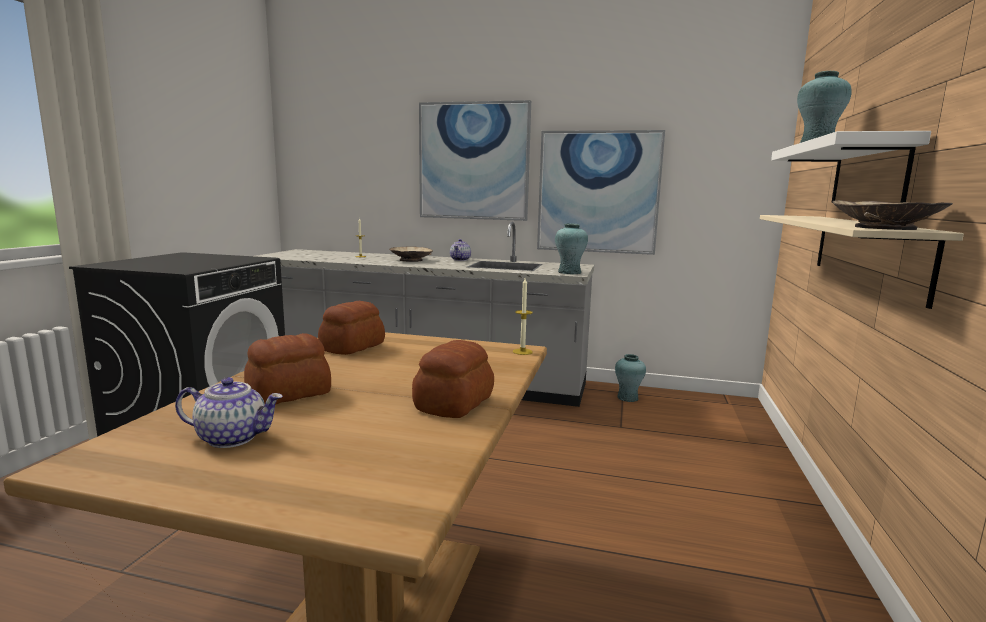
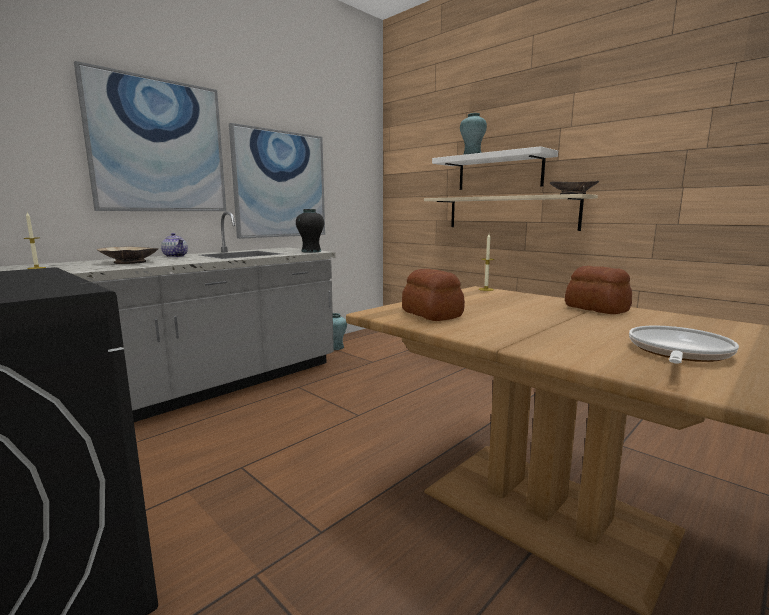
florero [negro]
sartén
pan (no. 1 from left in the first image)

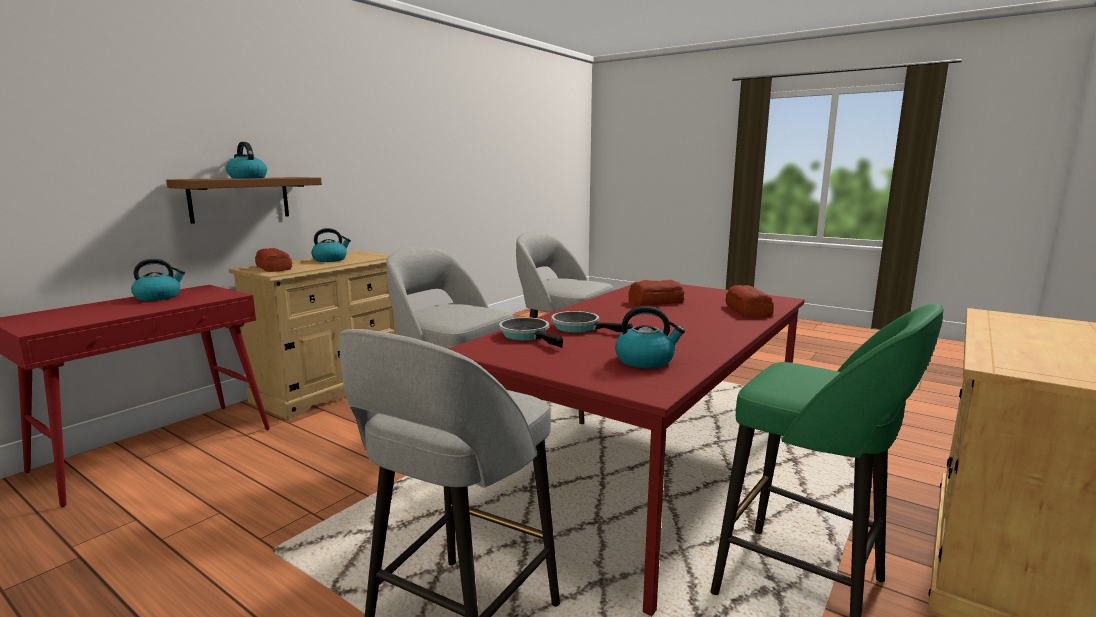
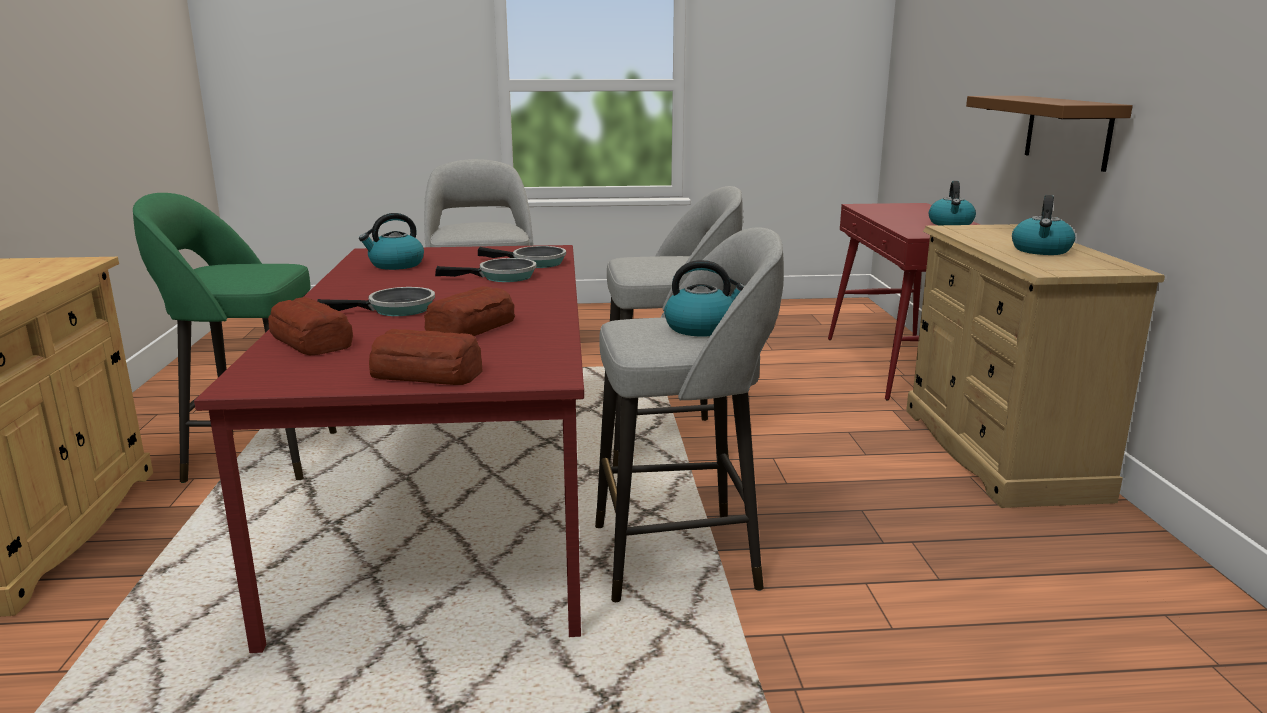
sartén (no. 1 from left)
pan (no. 2 from left)
hervidor (no. 2 from left)

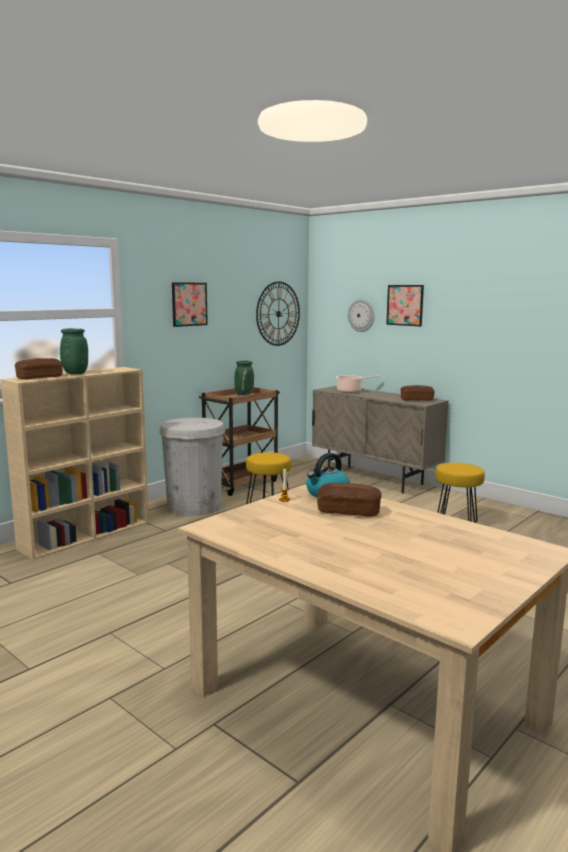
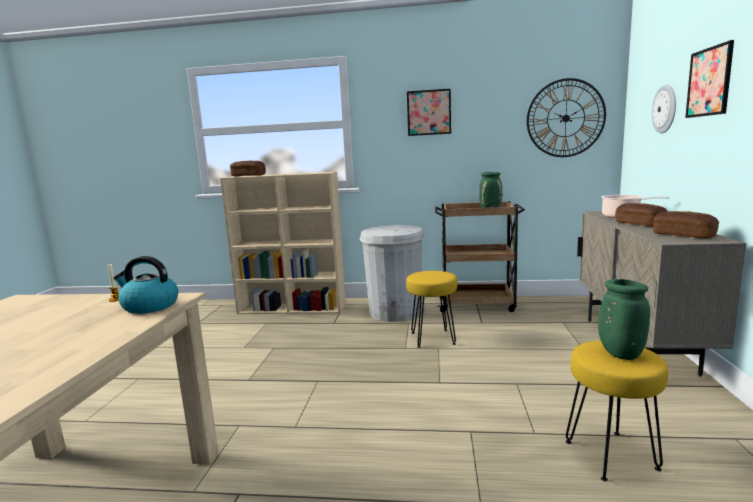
florero [verde] (no. 2 from left)
pan (no. 2 from left)

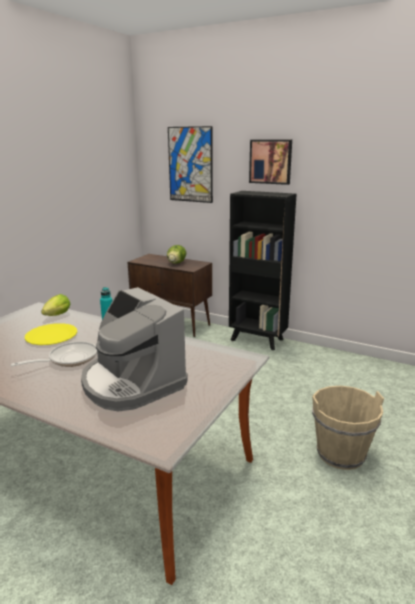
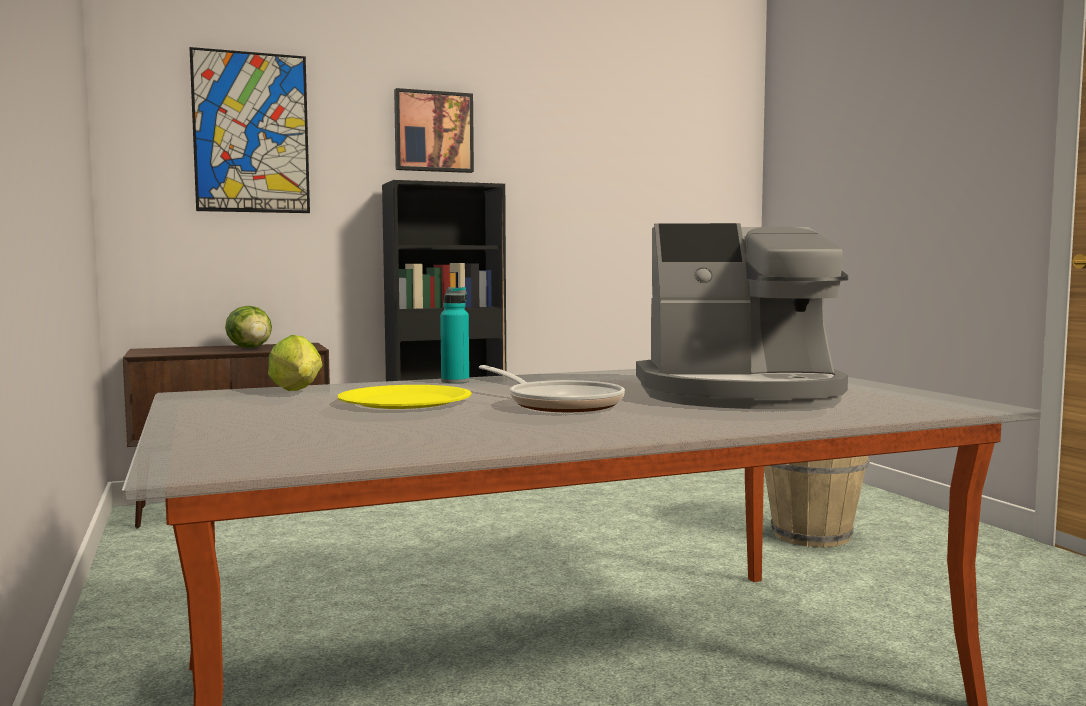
sartén

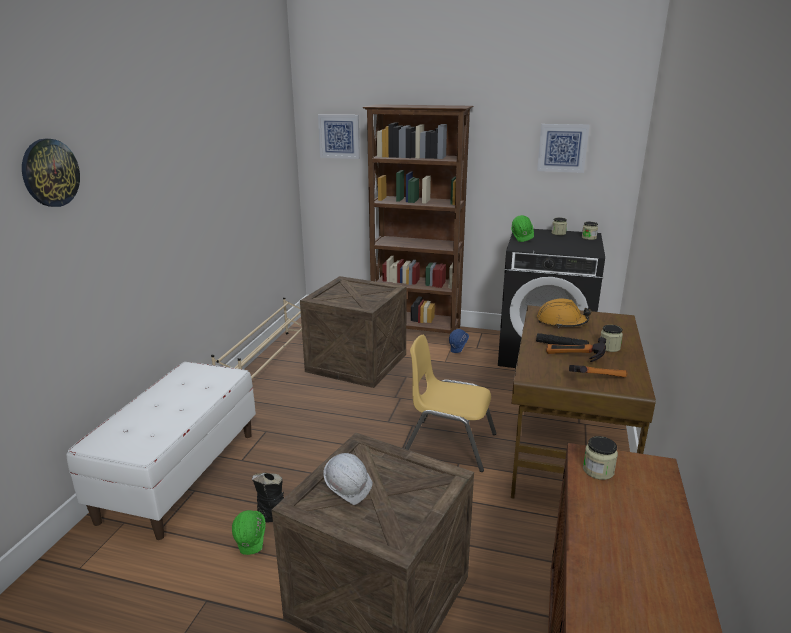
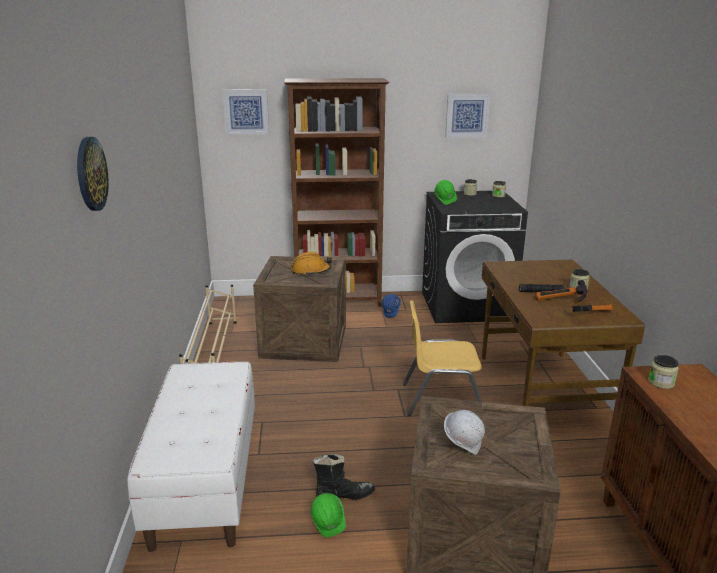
casco [naranja]

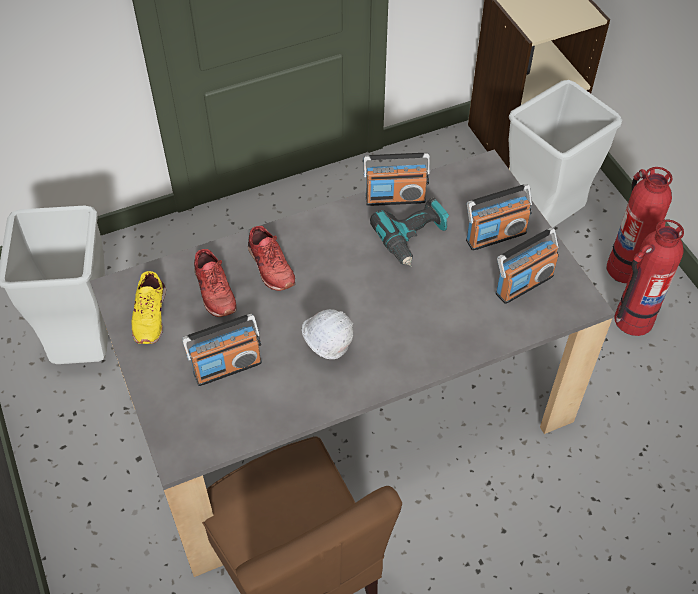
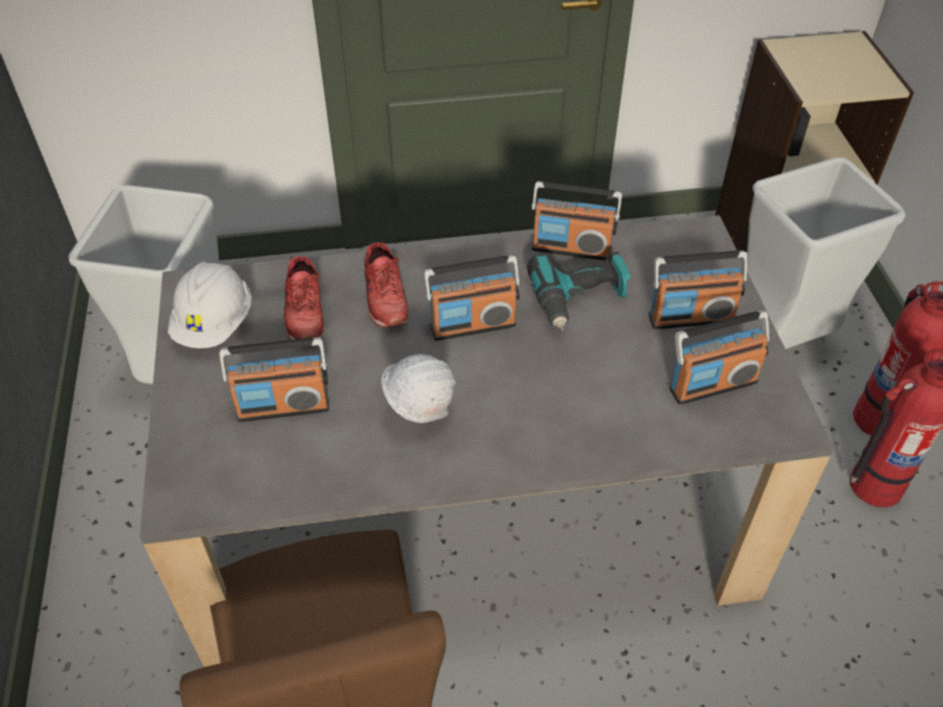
casco [blanco] (no. 1 from left)
radio (no. 2 from left)

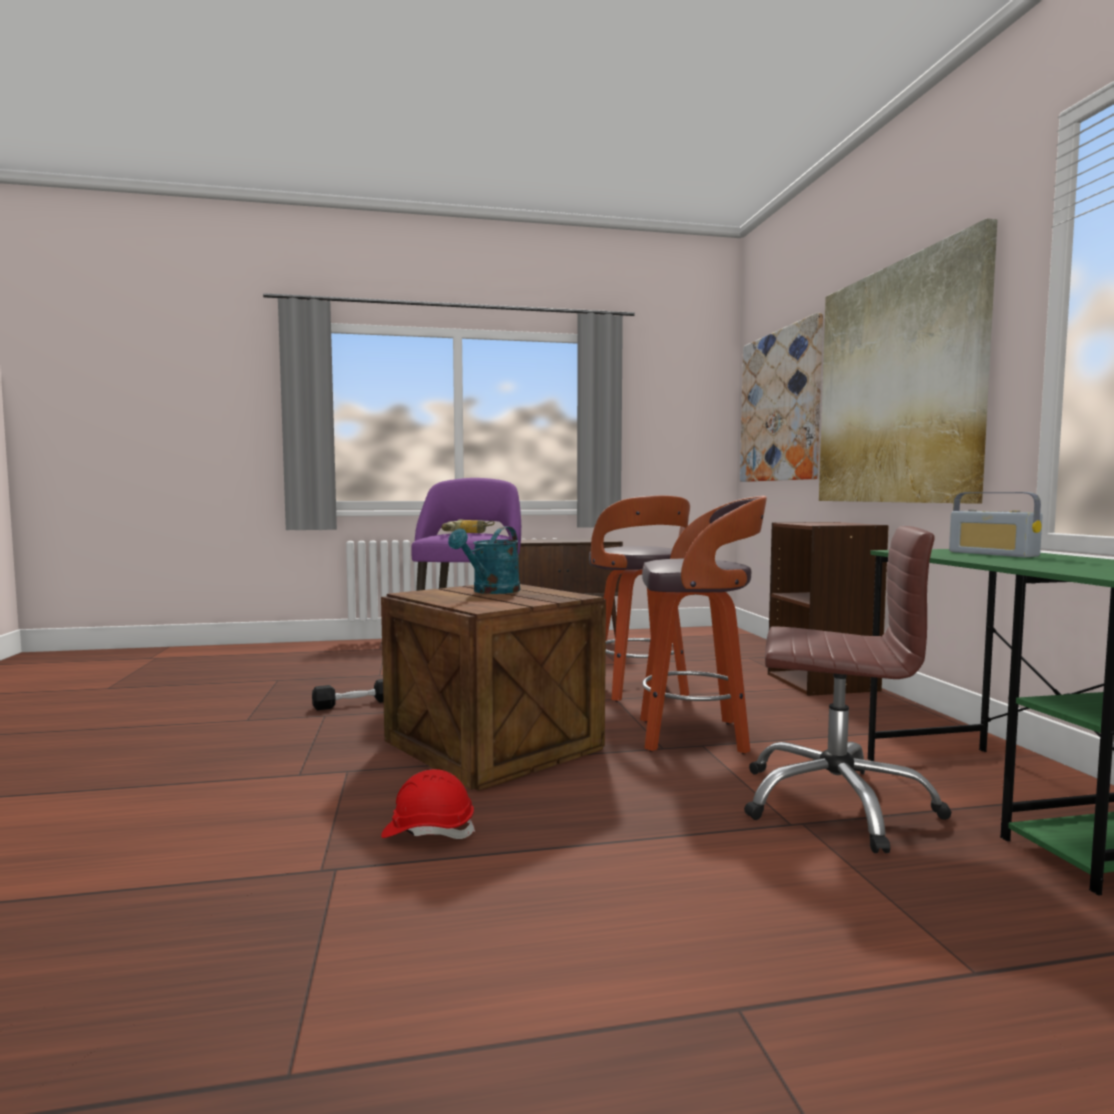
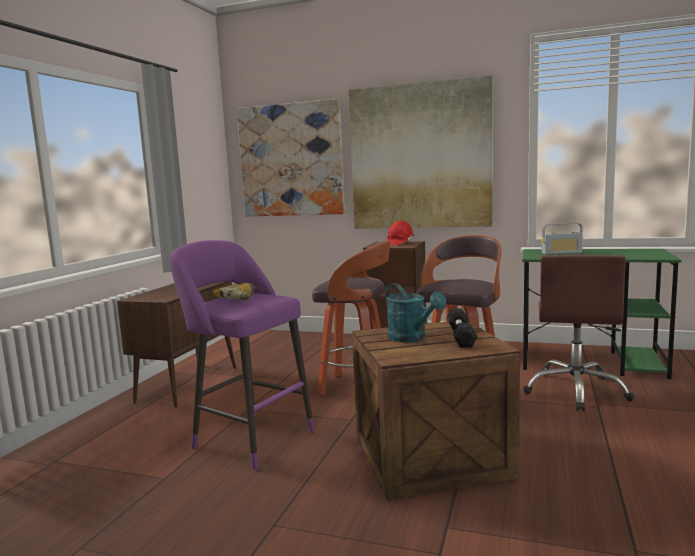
casco [rojo]
mancuerna [negro]
silla de oficina [marrón]

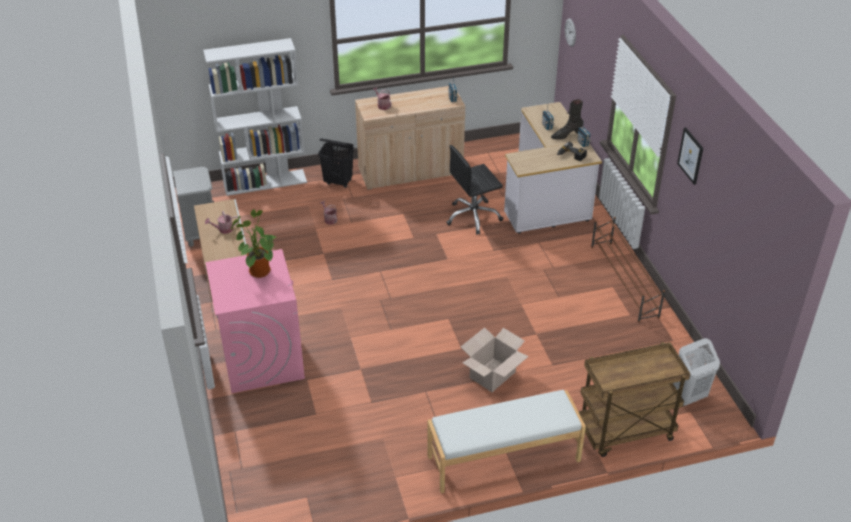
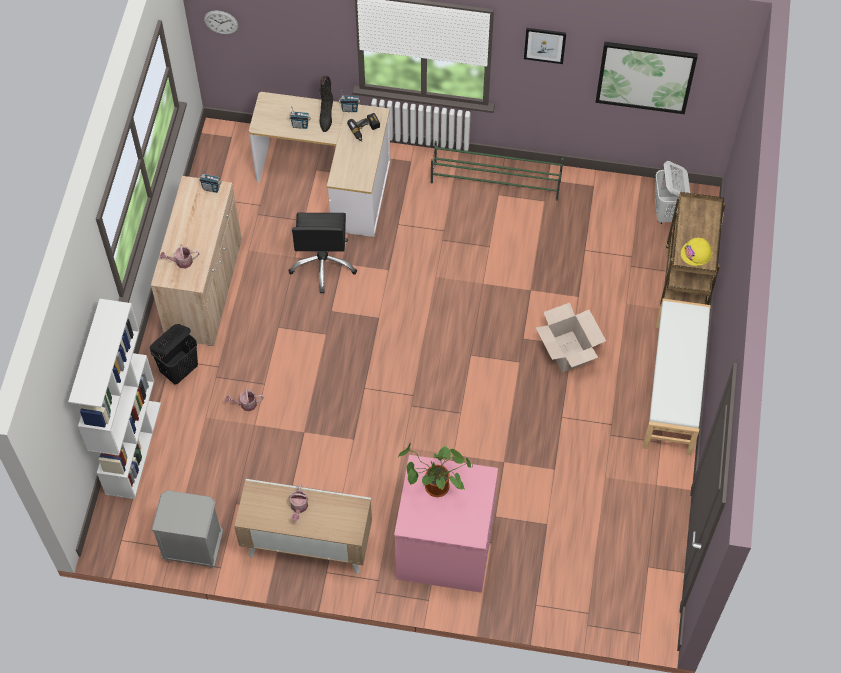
zapatero [verde]
cuadro (no. 2 from left)
casco [amarillo]

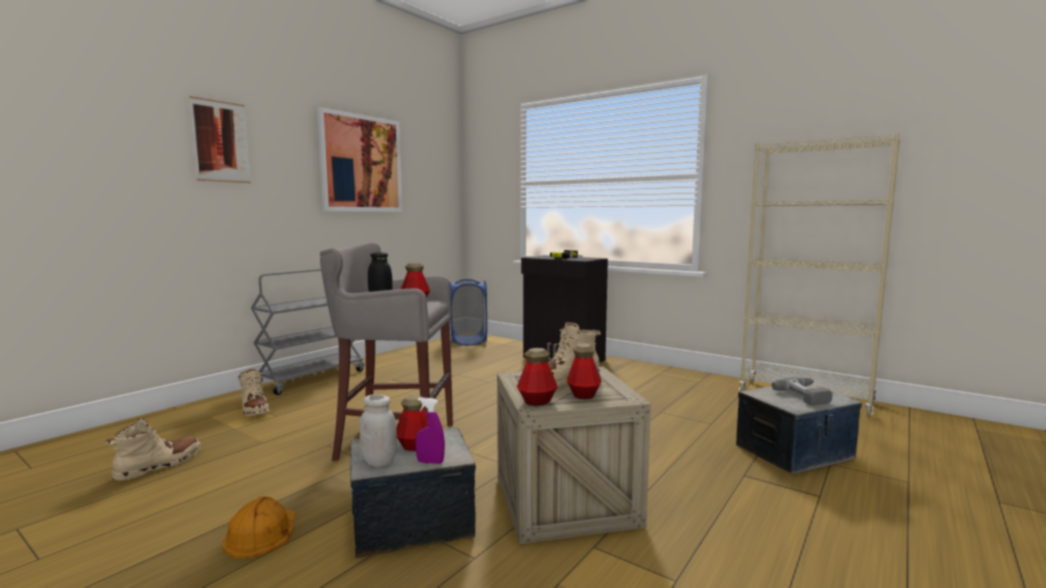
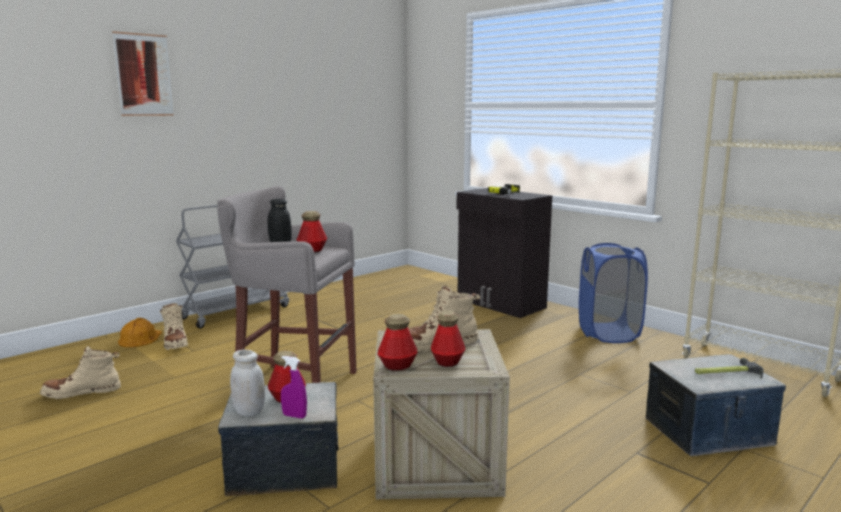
bota [beis] (no. 1 from left)
casco [naranja]
cesto de la ropa [azul]
martillo
cuadro (no. 2 from left in the first image)

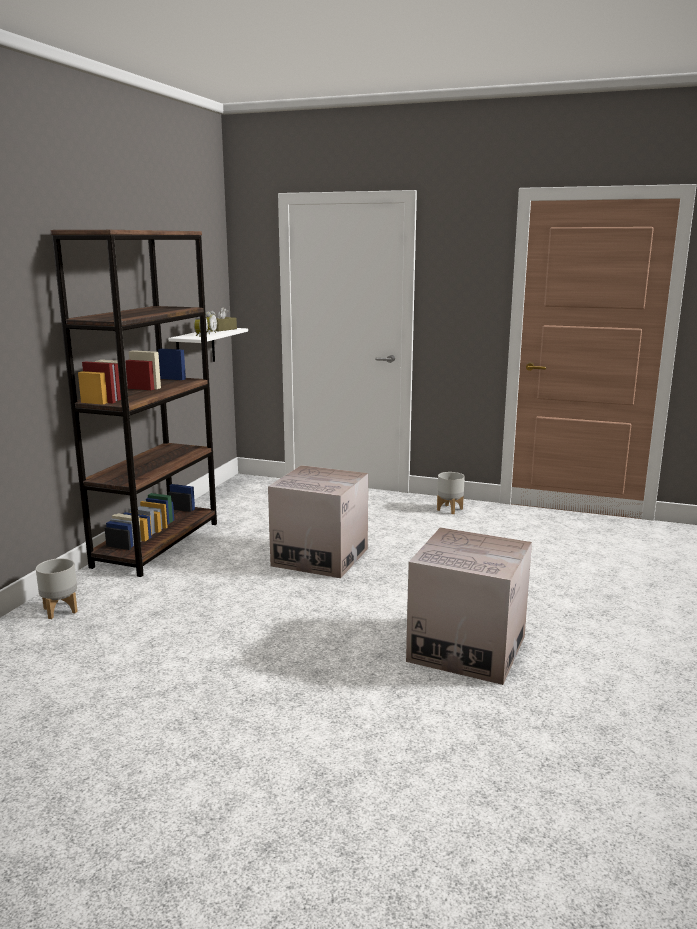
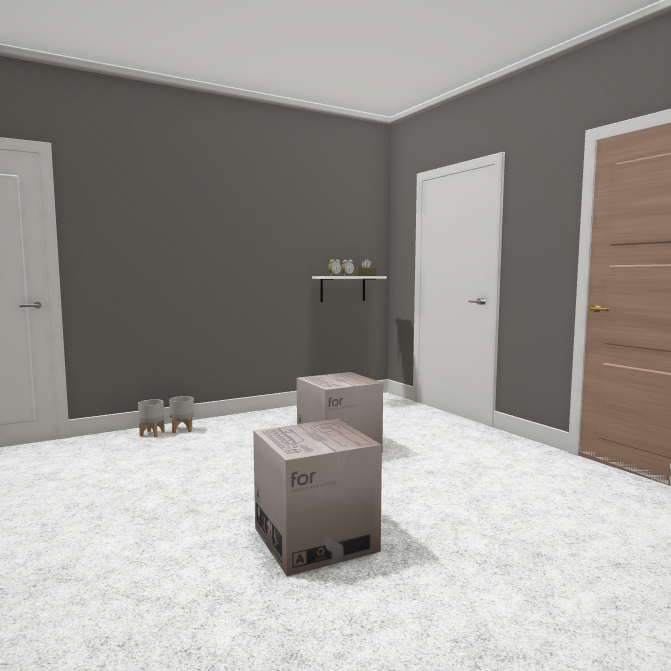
maceta [gris] (no. 2 from left)
estantería [marrón]

